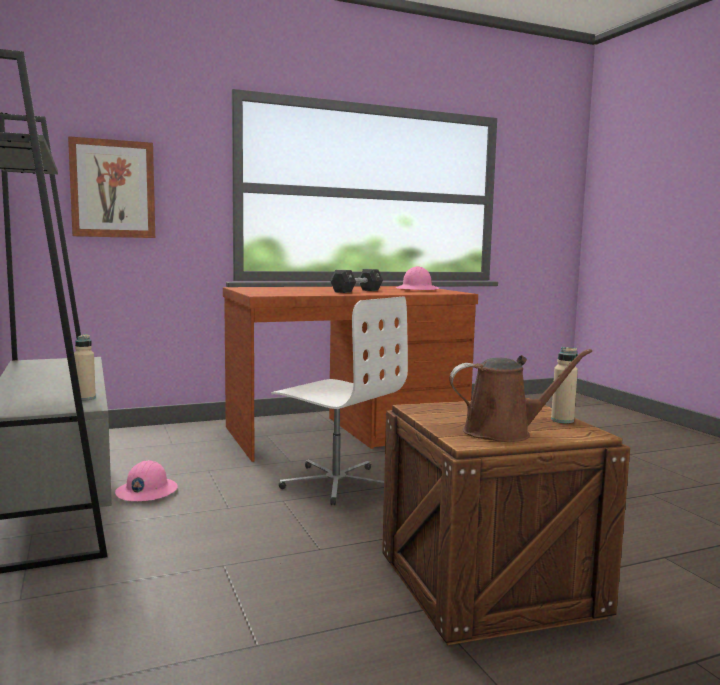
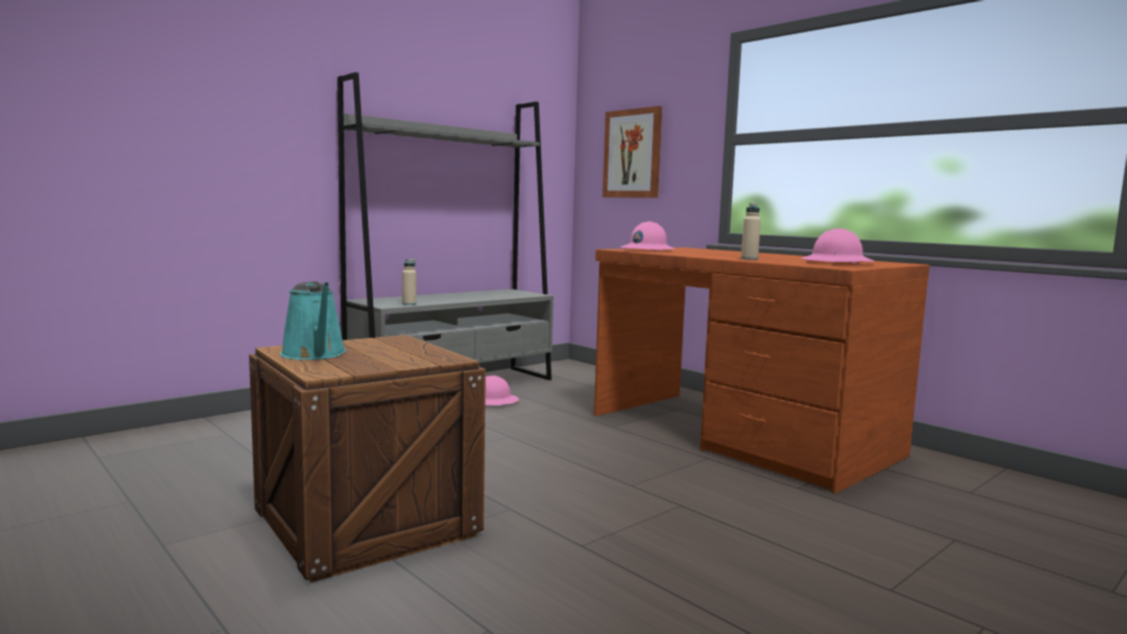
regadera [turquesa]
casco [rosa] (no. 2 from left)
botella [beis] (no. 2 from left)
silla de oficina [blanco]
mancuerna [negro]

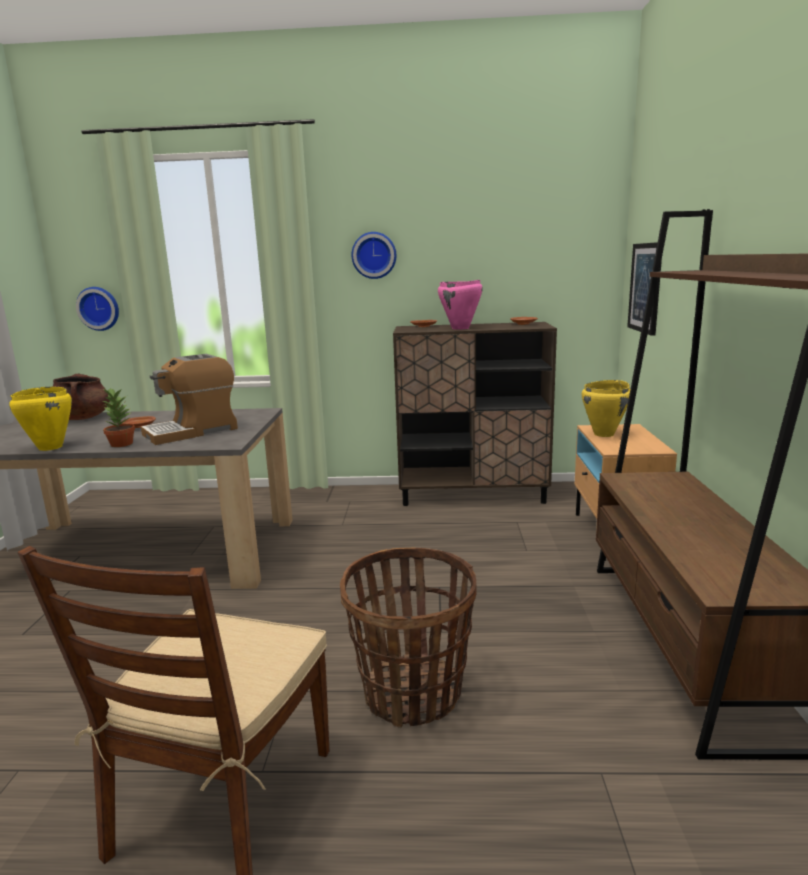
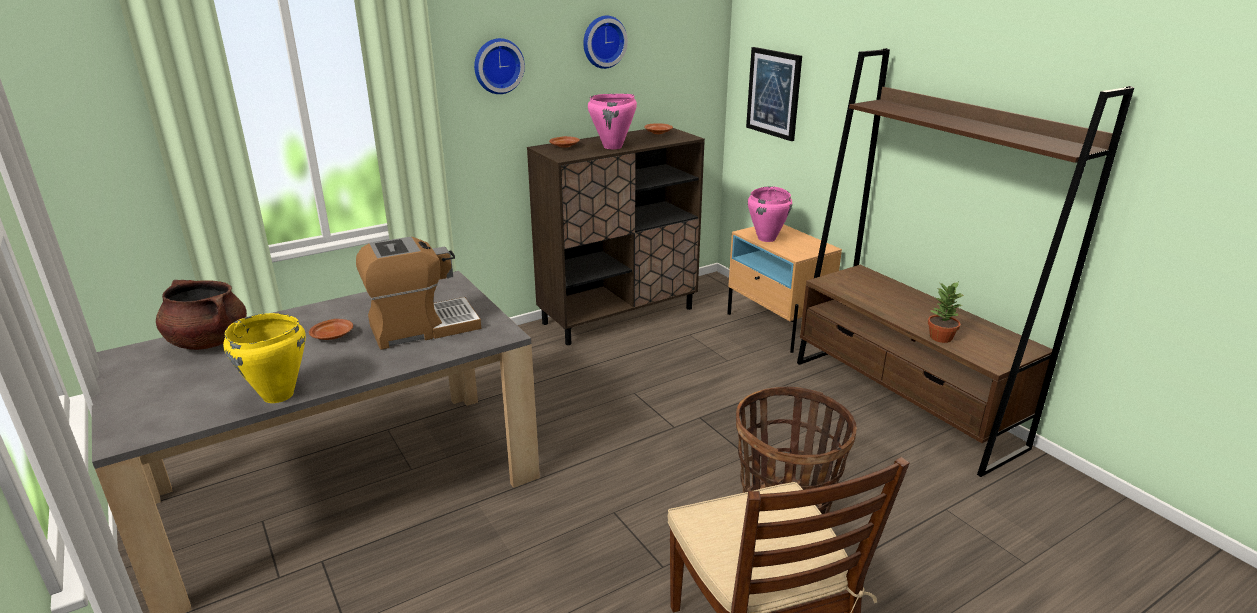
cafetera
reloj de pared (no. 2 from left)
olla [rosa] (no. 2 from left)
planta en maceta

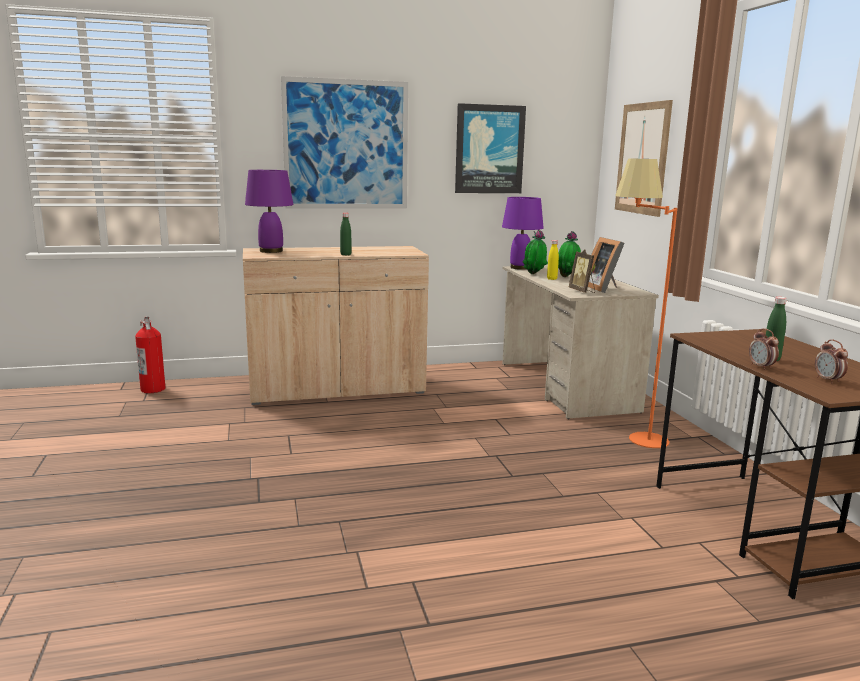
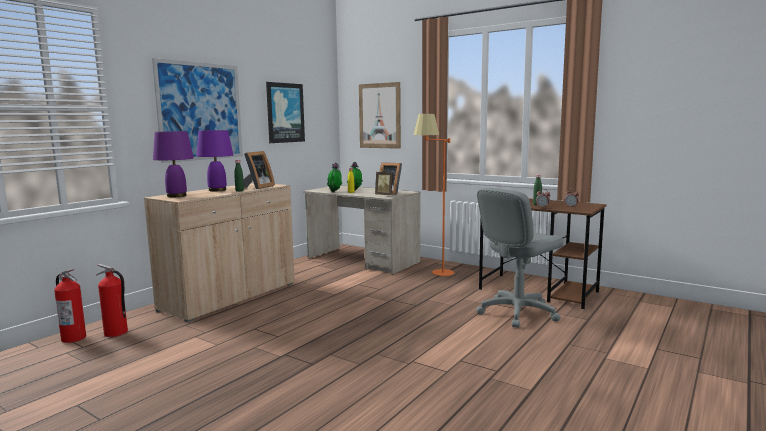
extintor (no. 2 from left)
lámpara de mesa [morado] (no. 2 from left)
portarretratos (no. 1 from left)
silla de oficina [gris]

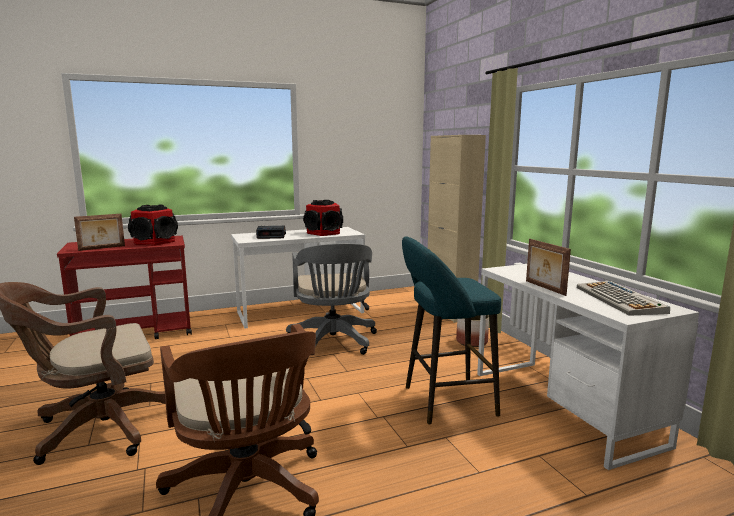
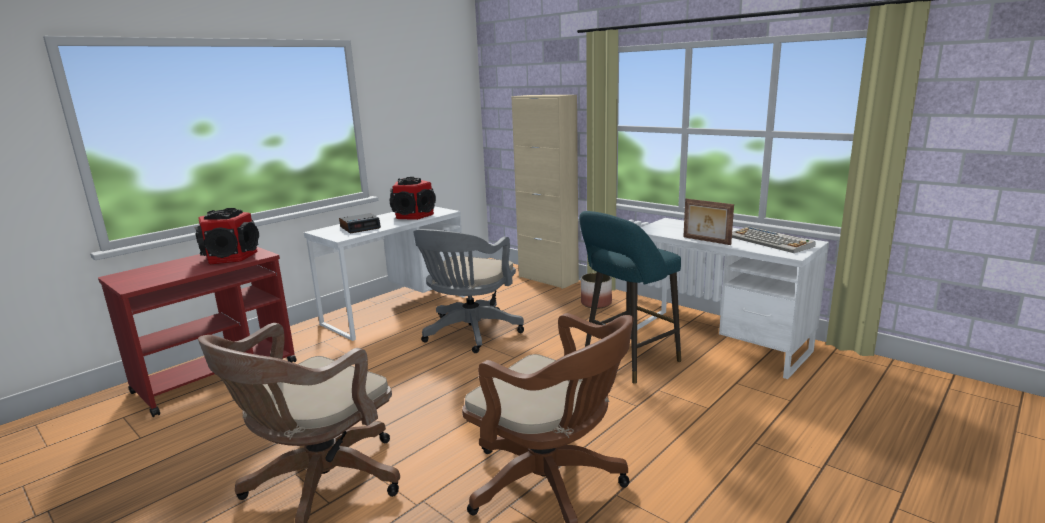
silla de oficina [gris]
portarretratos (no. 1 from left in the first image)

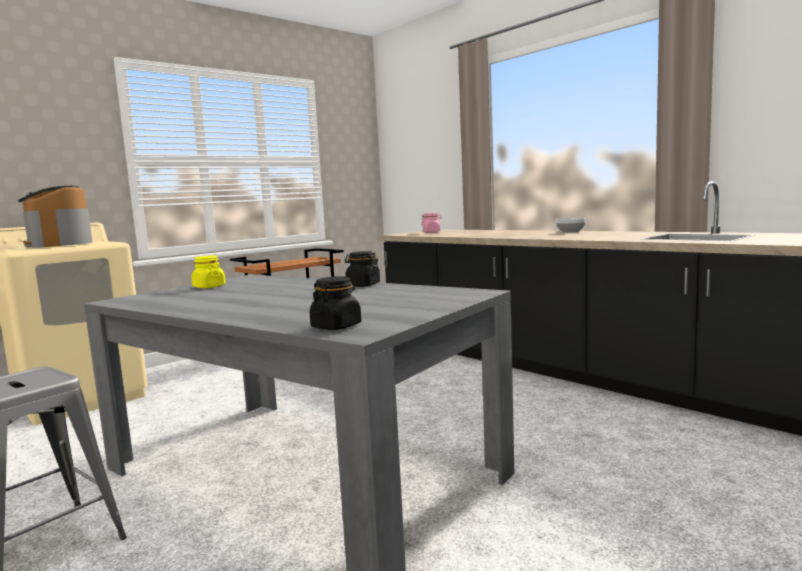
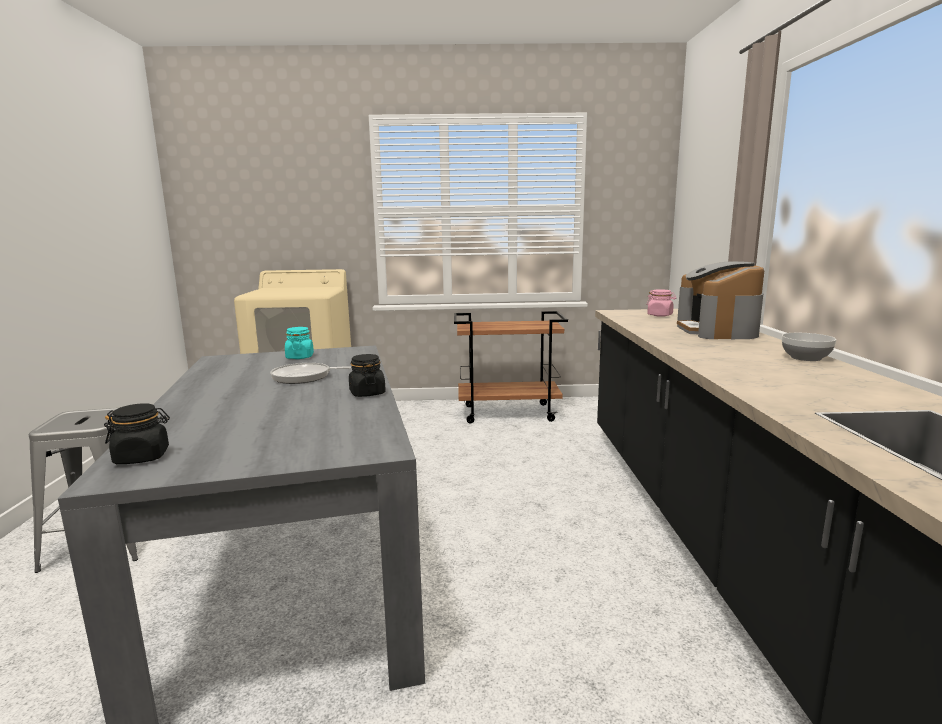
sartén
tarro [turquesa]
cafetera

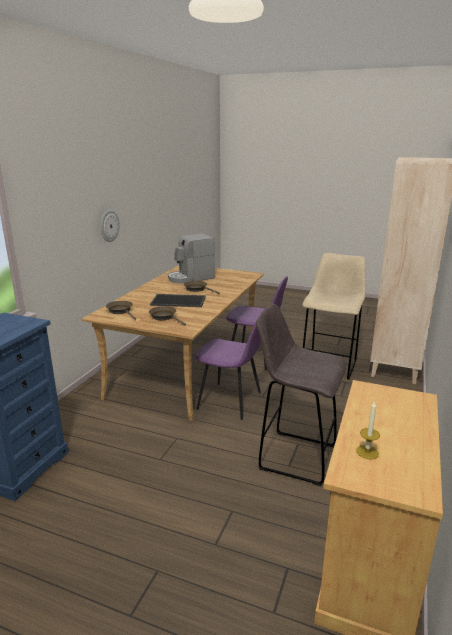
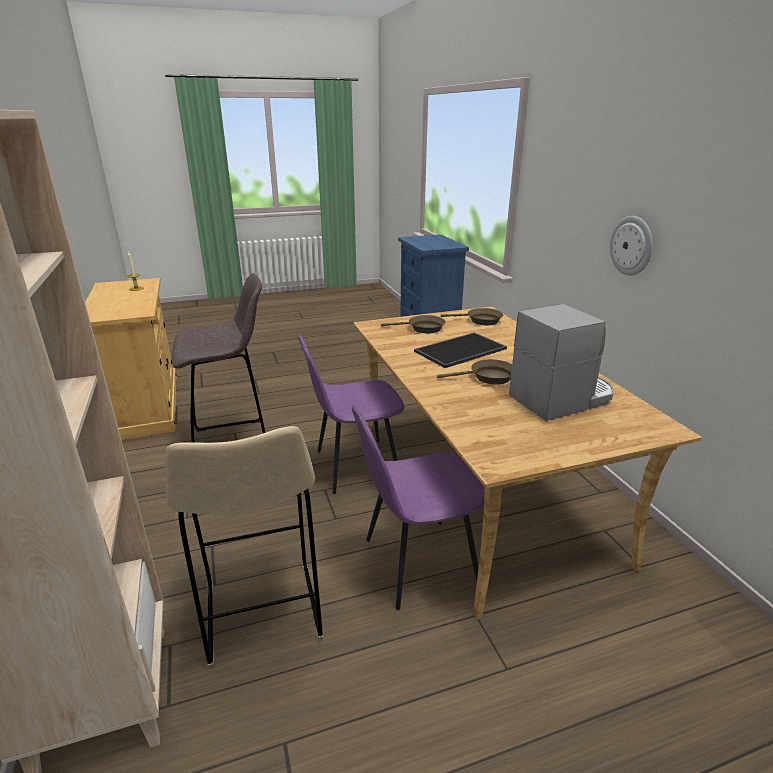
cafetera

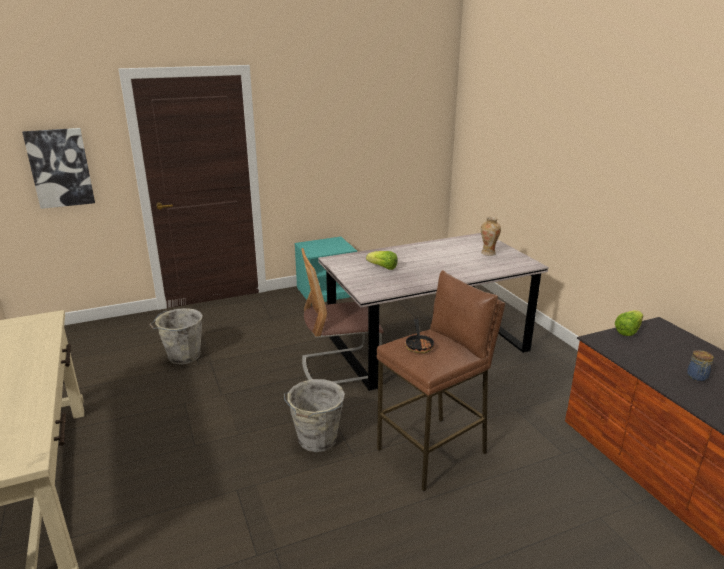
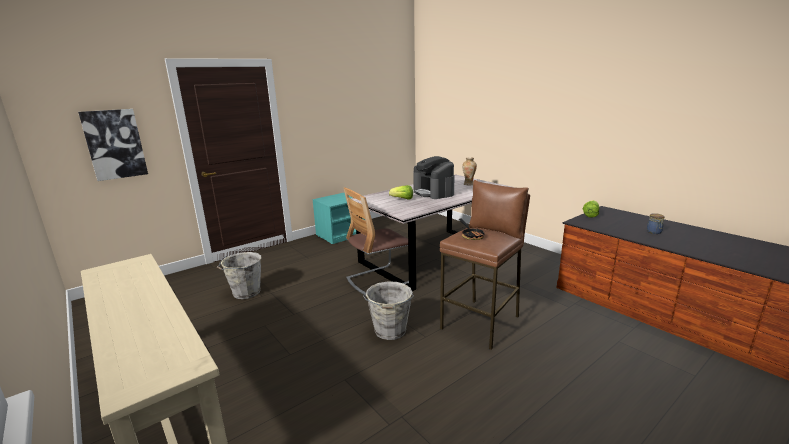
cafetera

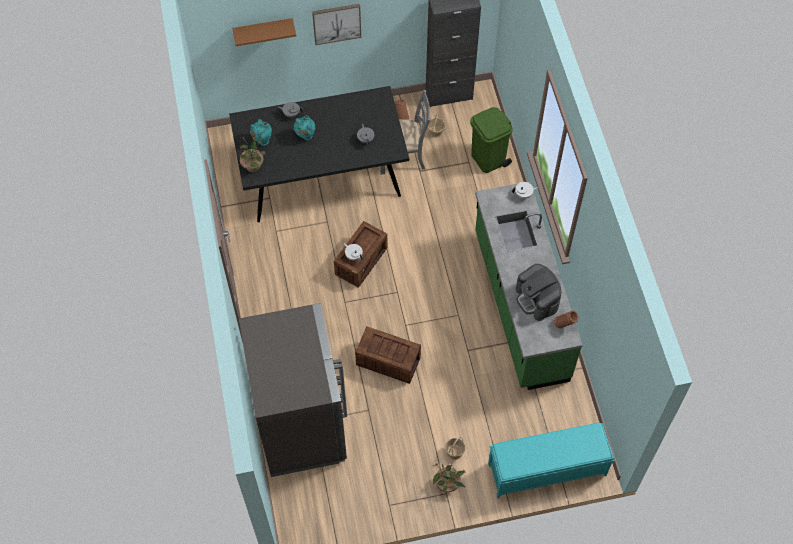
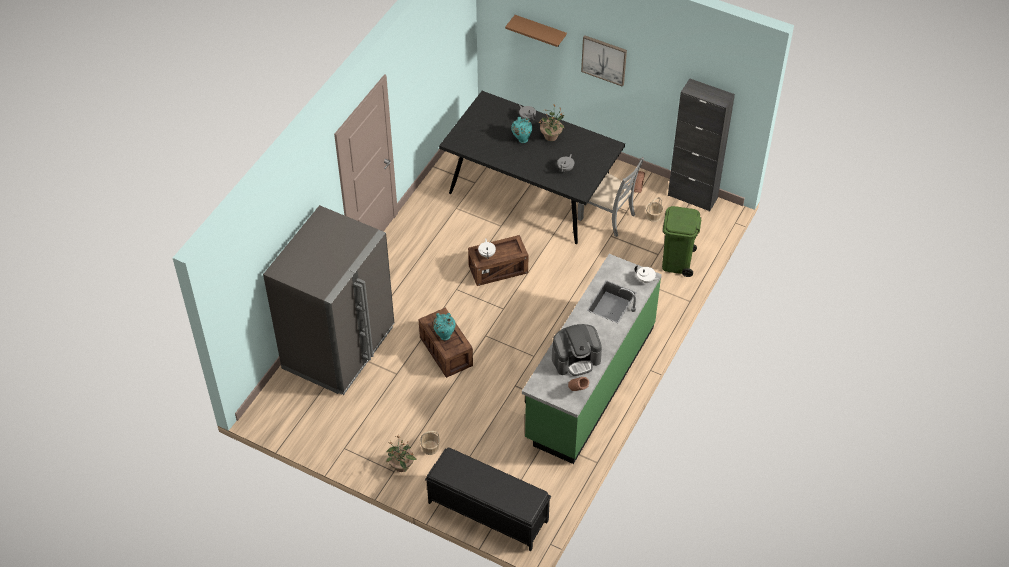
banco [negro]
florero [turquesa] (no. 1 from left)
planta en maceta (no. 2 from left)
cafetera

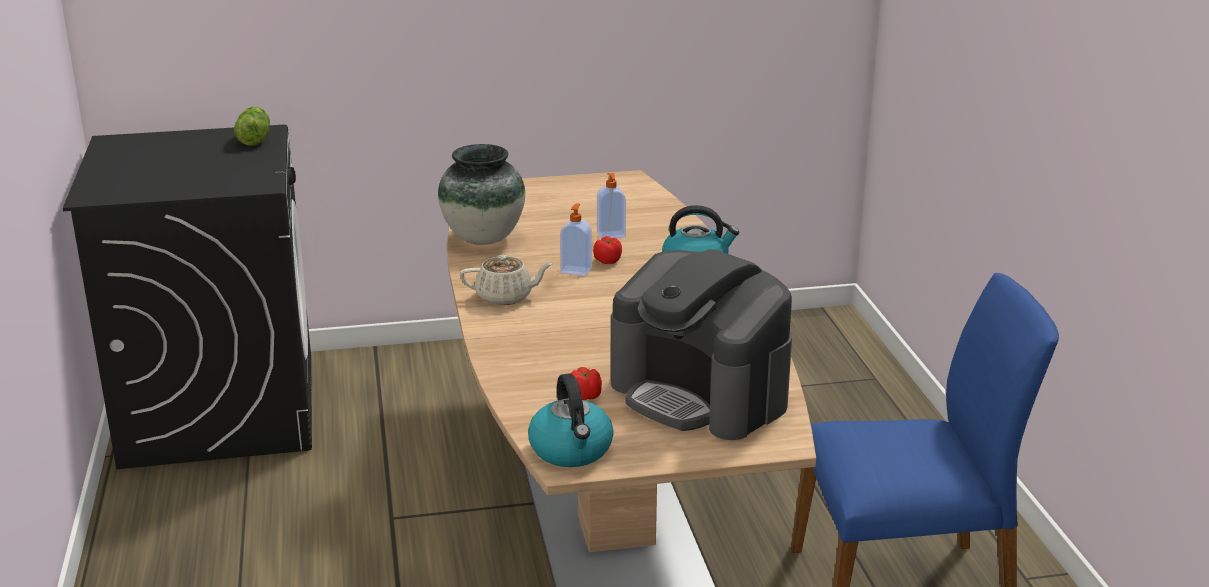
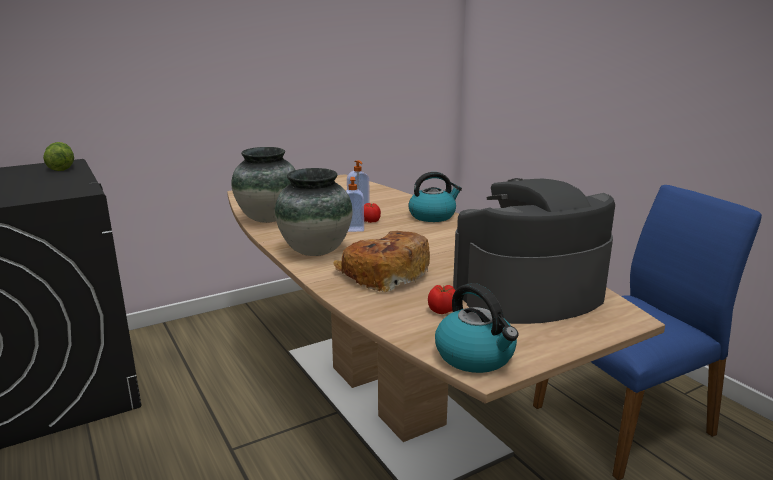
florero (no. 2 from left)
pan
cafetera

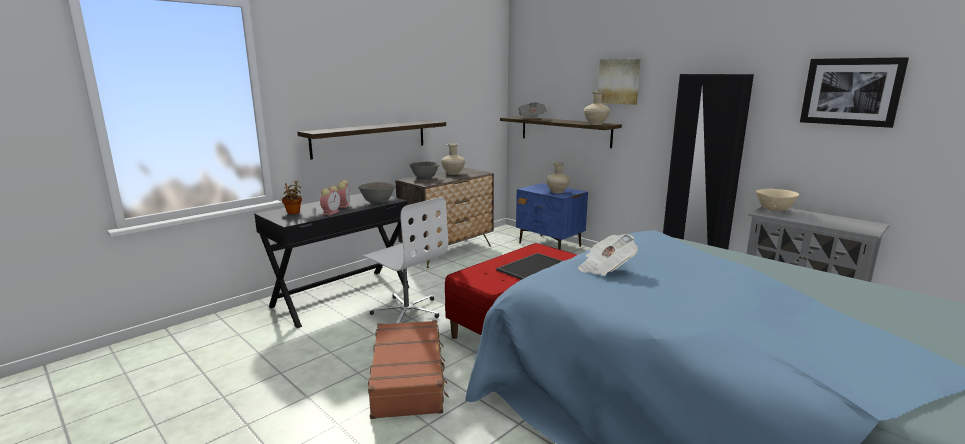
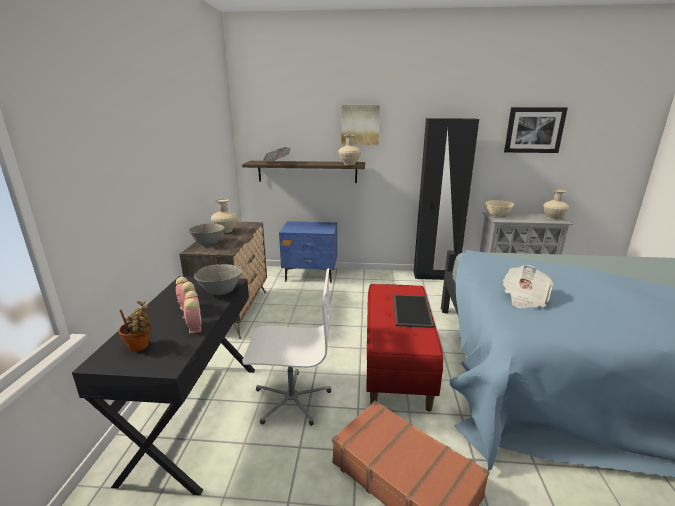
florero [beis] (no. 3 from left)
estante (no. 1 from left in the first image)

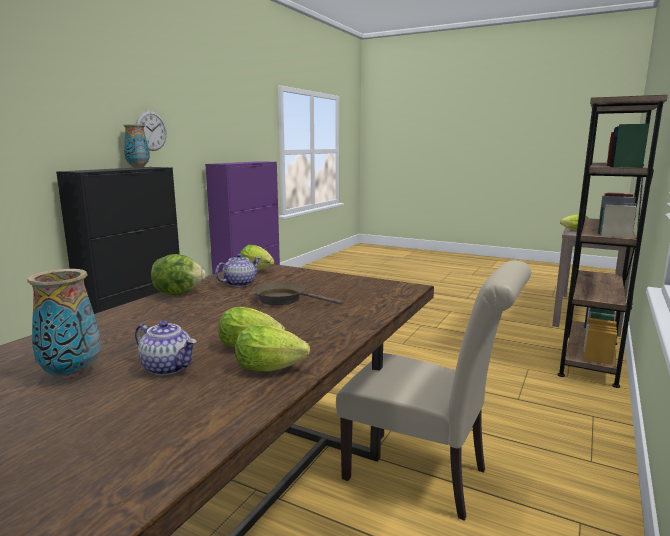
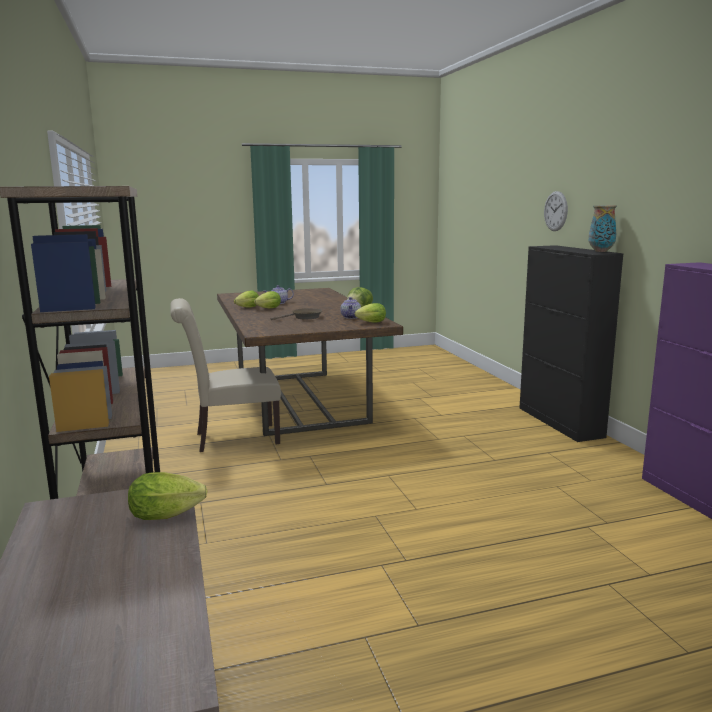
reloj de pared
florero (no. 1 from left in the first image)

